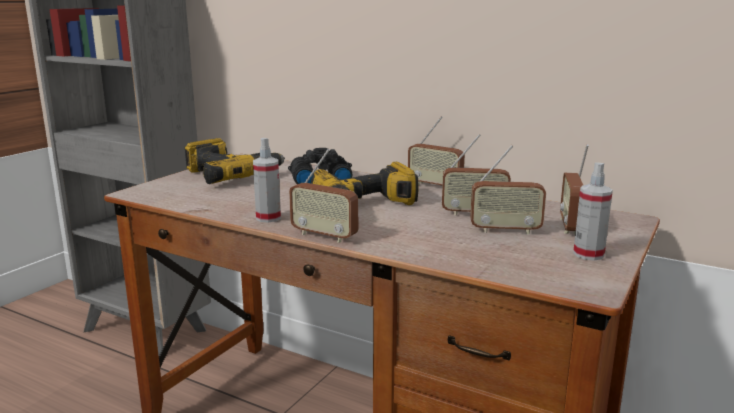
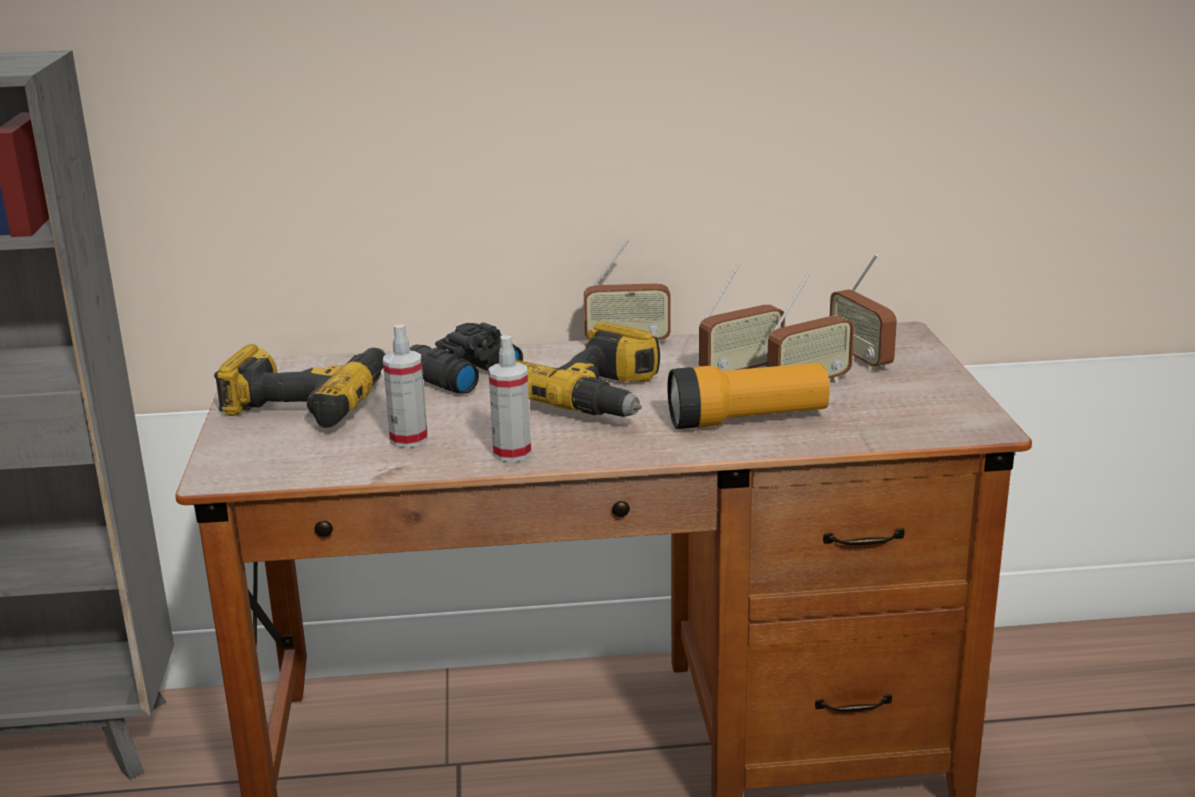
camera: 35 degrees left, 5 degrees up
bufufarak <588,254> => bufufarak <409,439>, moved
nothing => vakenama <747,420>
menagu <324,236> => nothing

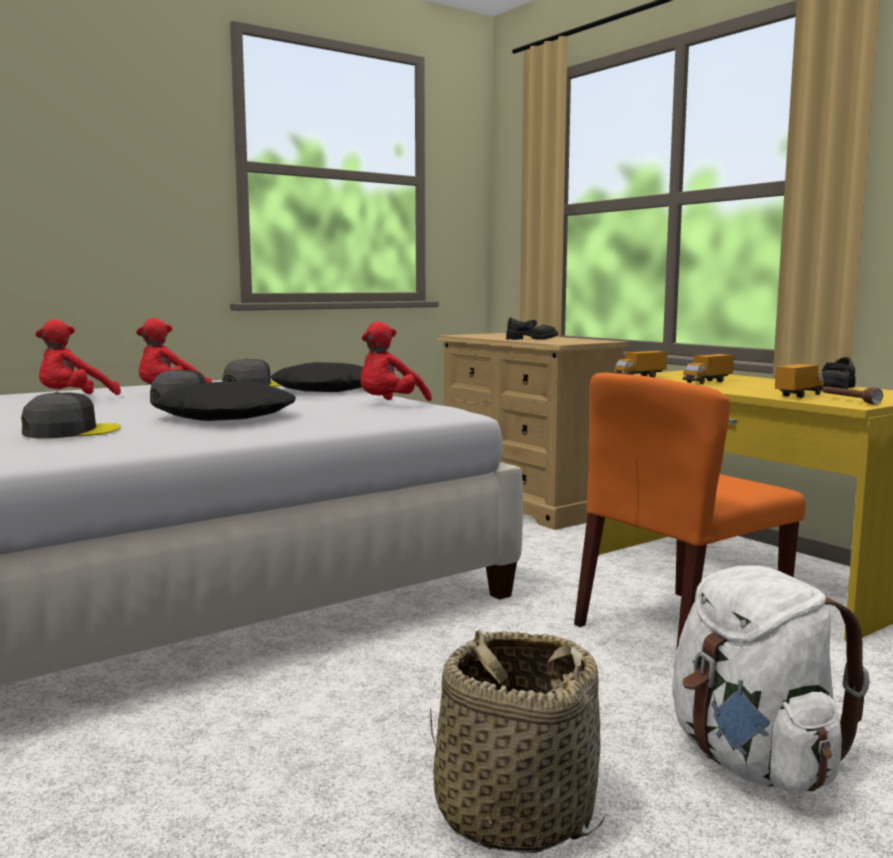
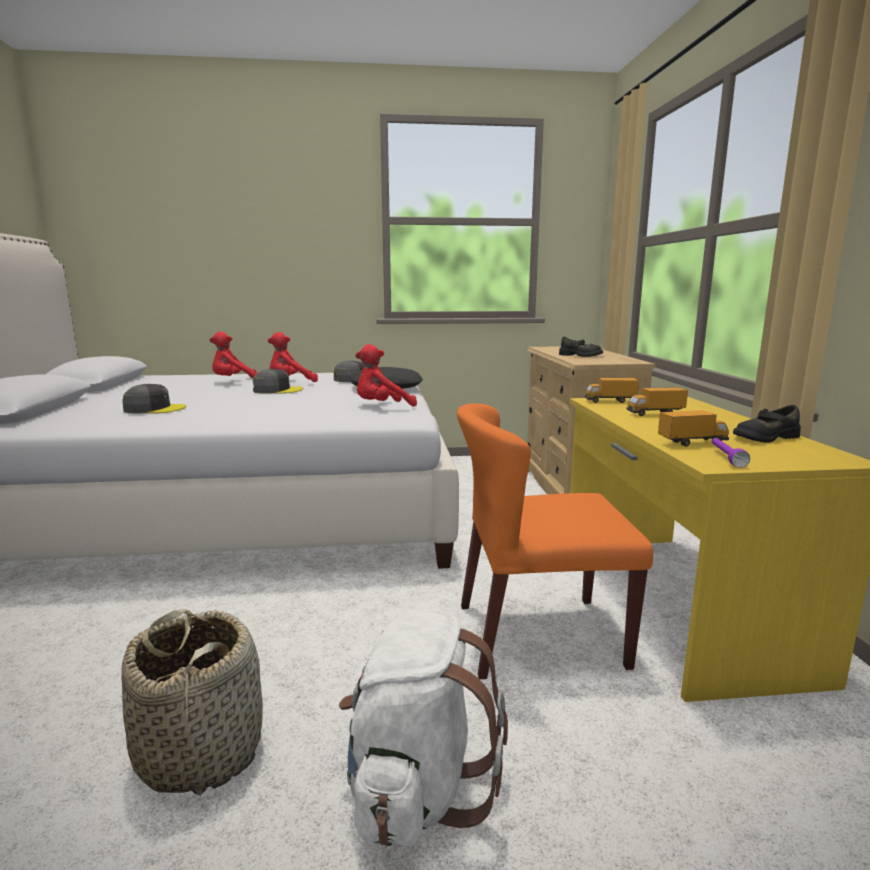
camera: 30 degrees right, 5 degrees up
vakenama (brown) <849,400> => vakenama (purple) <726,457>
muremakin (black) <224,417> => nothing

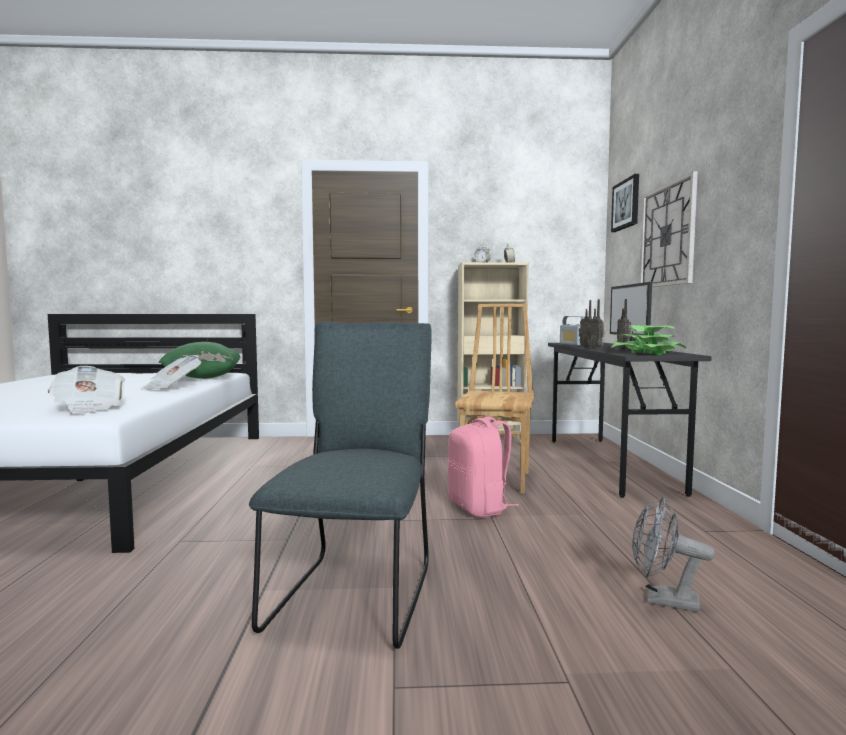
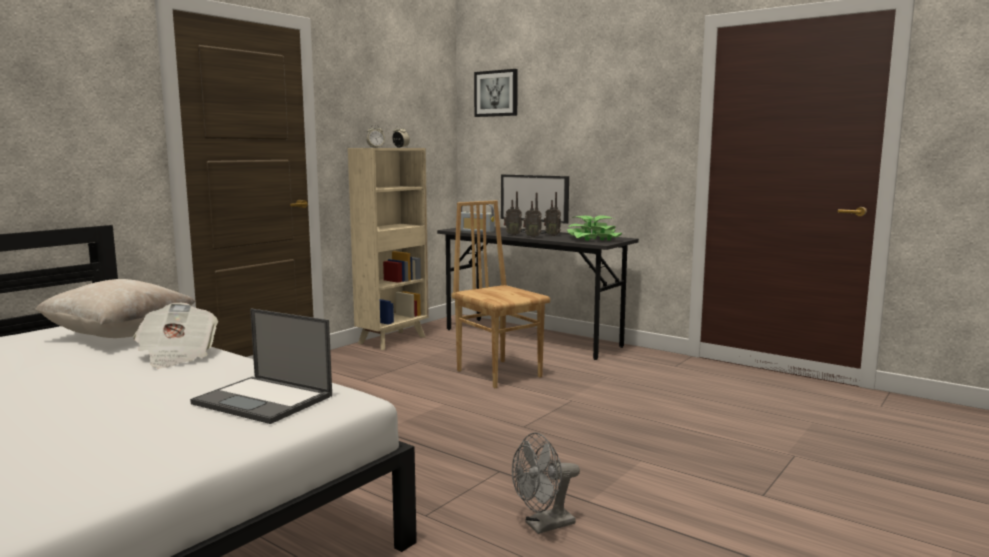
camera: 50 degrees left, 5 degrees up
muremakin (green) <203,378> => muremakin (beige) <120,335>
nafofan <88,408> => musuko <264,400>
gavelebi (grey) <663,600> => gavelebi (grey) <543,526>, moved
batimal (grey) <355,593> => nothing
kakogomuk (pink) <479,508> => nothing
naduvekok <667,235> => nothing

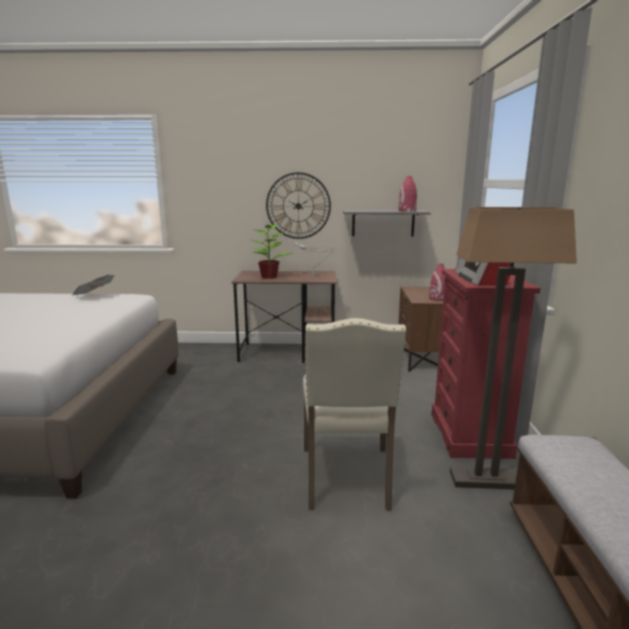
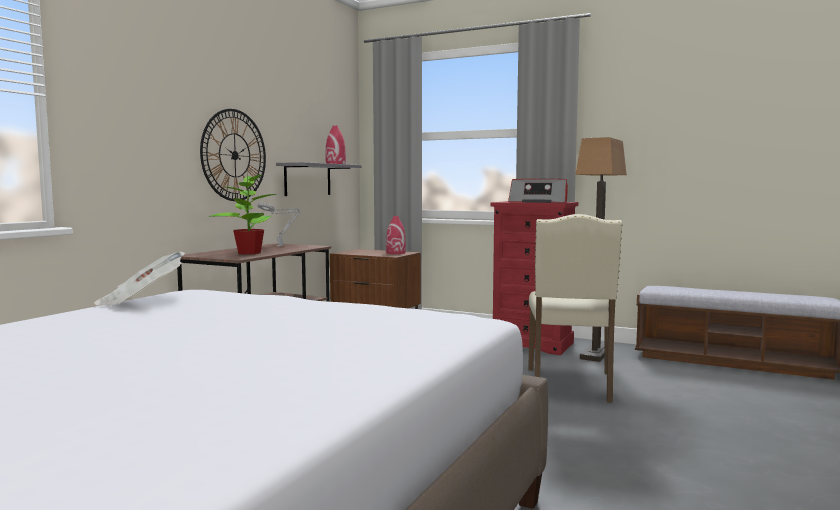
camera: 65 degrees left, 10 degrees down
batimal (beige) <347,478> => batimal (beige) <570,385>, 75 degrees clockwise

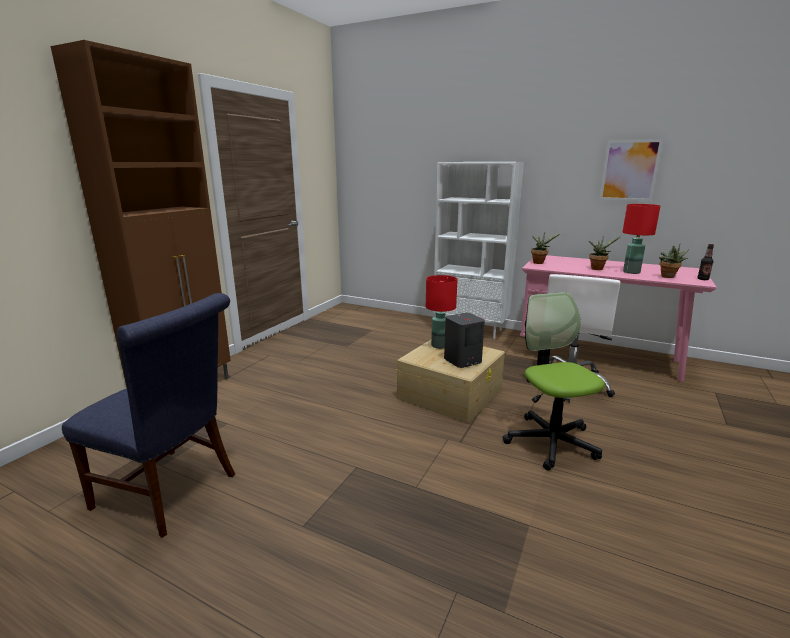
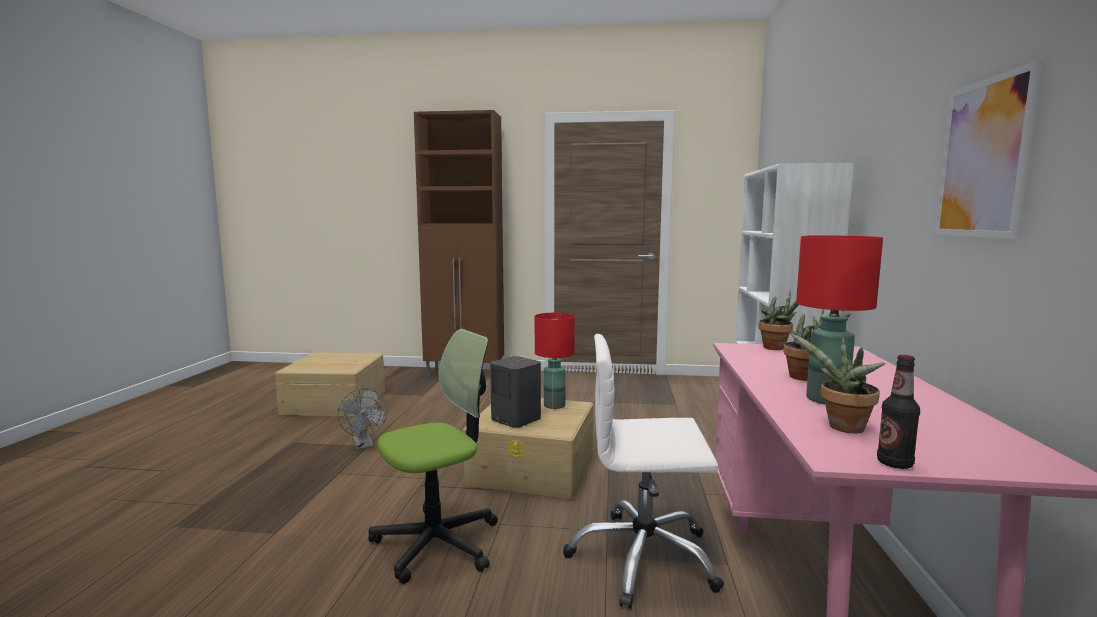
camera: 70 degrees right, 10 degrees down
batimal (blue) <173,492> => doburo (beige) <334,402>
nothing => gavelebi (grey) <364,446>

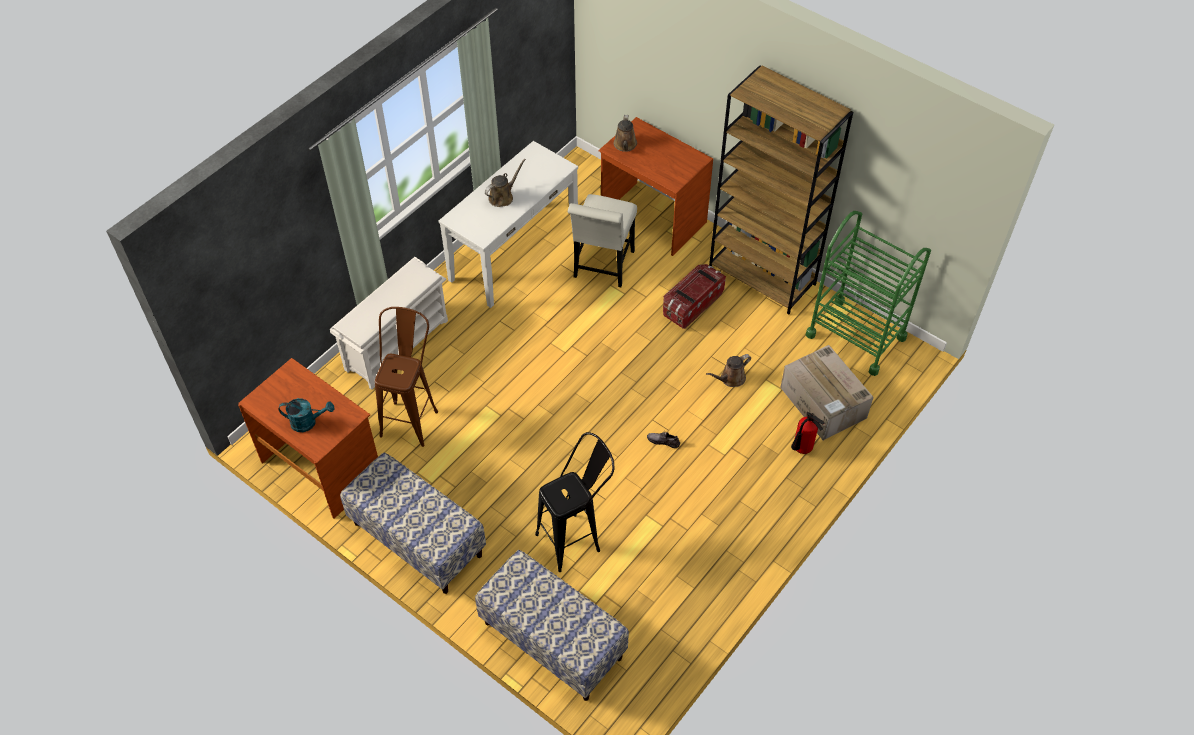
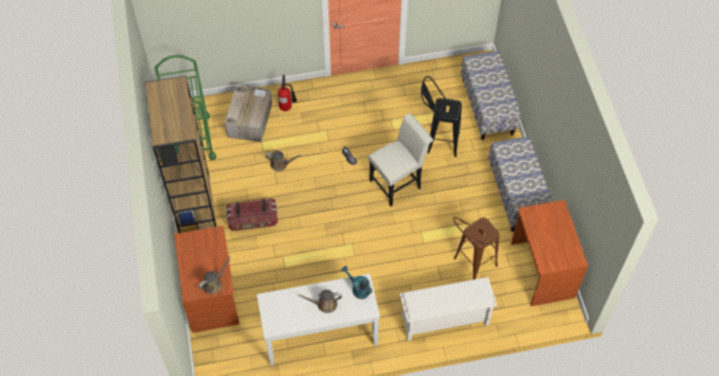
camera: 140 degrees left, 5 degrees up
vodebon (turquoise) <308,422> => vodebon (turquoise) <358,289>, moved
batimal (white) <602,268> => batimal (white) <398,182>, moved

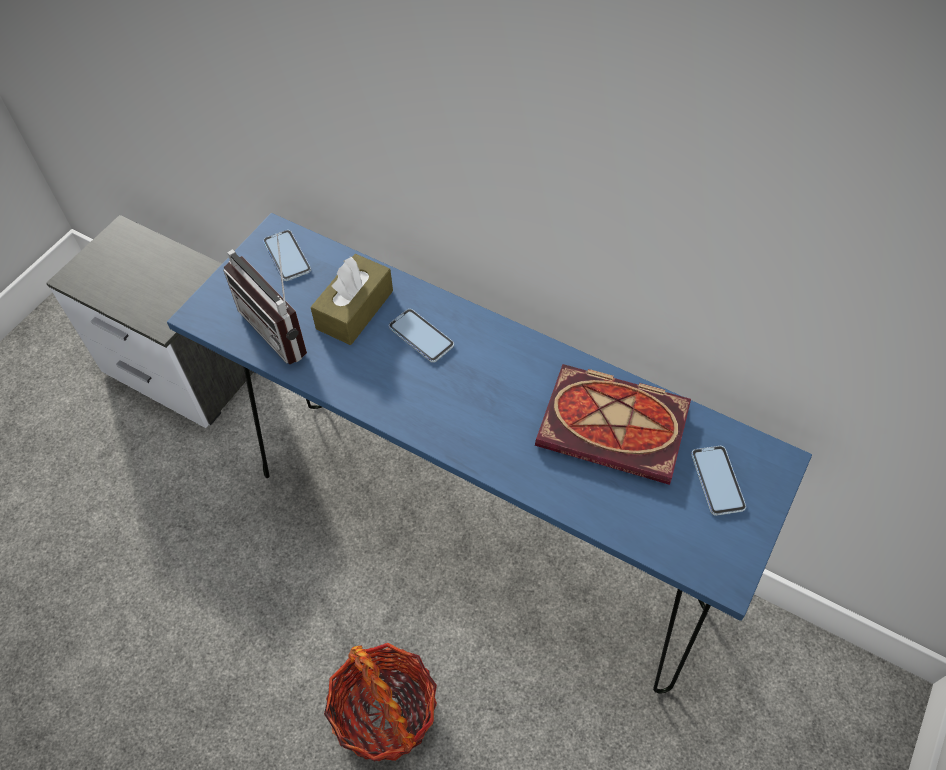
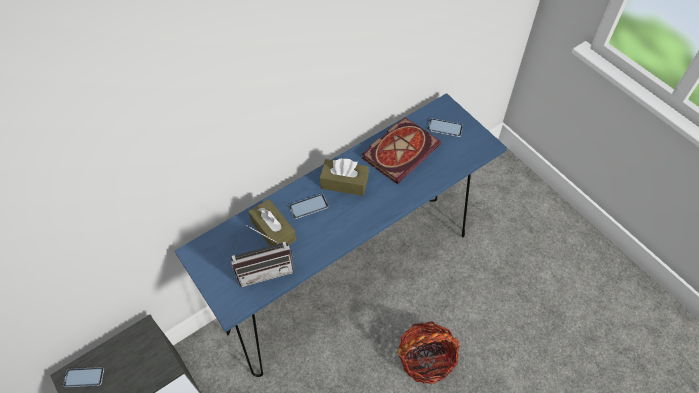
camera: 65 degrees left, 0 degrees up
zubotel <287,256> => zubotel <84,377>, moved
nothing => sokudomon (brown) <344,183>

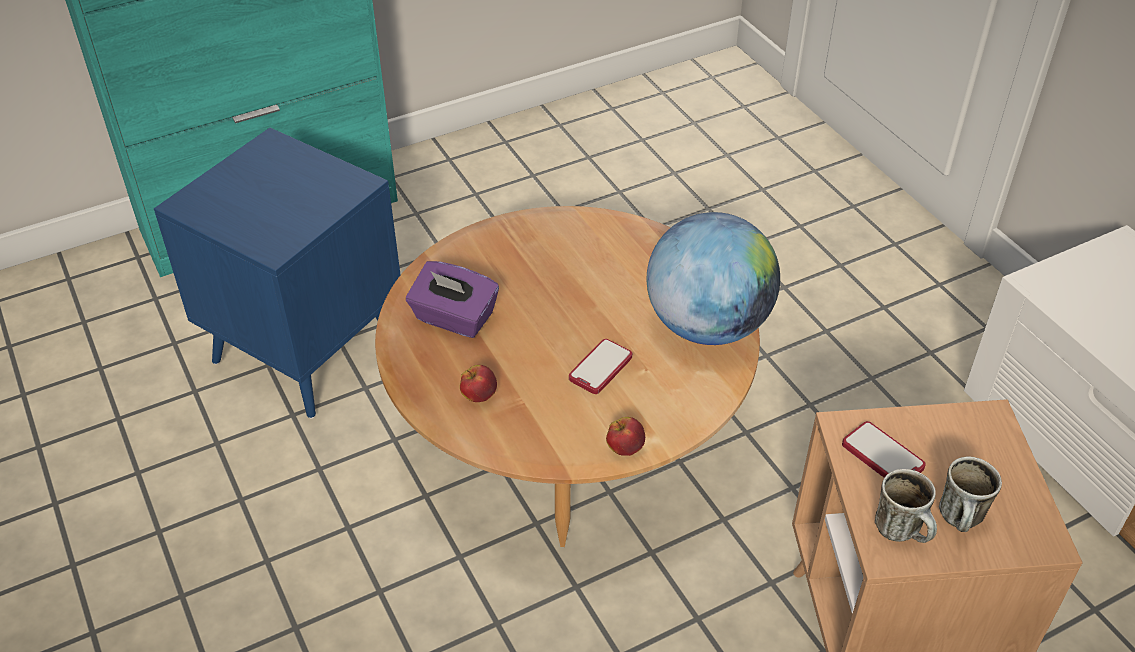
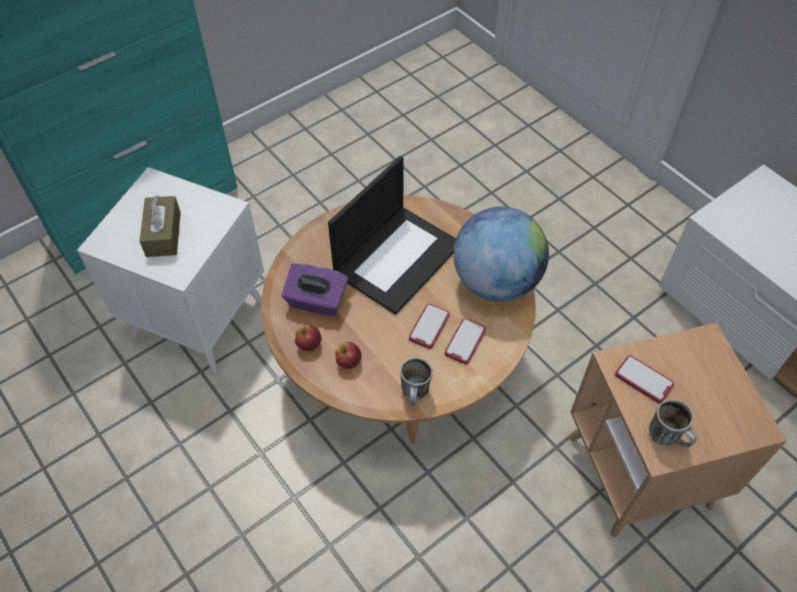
camera: 10 degrees left, 10 degrees up
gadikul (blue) <306,350> => gadikul (white) <198,318>
nothing => sokudomon (brown) <163,234>
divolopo <625,448> => divolopo <309,344>, moved
nothing => musuko <397,257>
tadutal <961,522> => tadutal <416,394>, moved
nothing => zubotel <465,342>

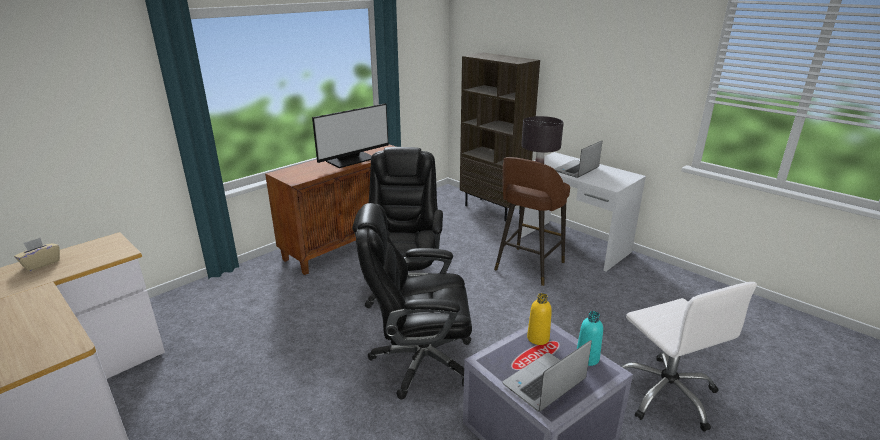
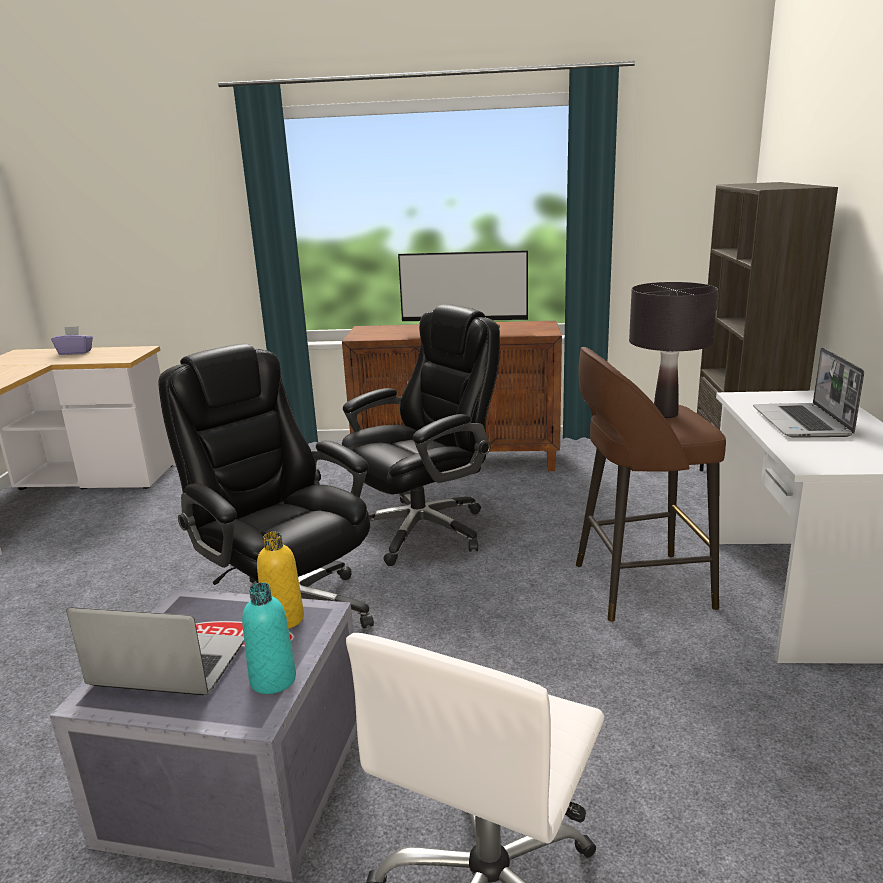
camera: 50 degrees right, 5 degrees down
sokudomon (beige) <41,264> => sokudomon (purple) <75,352>
musuko <576,170> => musuko <802,423>, 90 degrees counterclockwise

